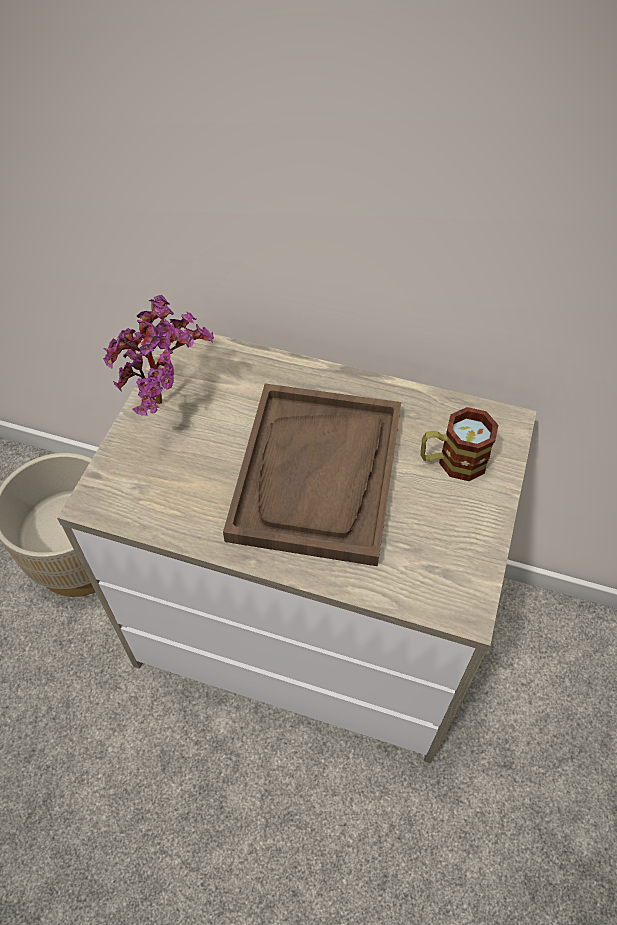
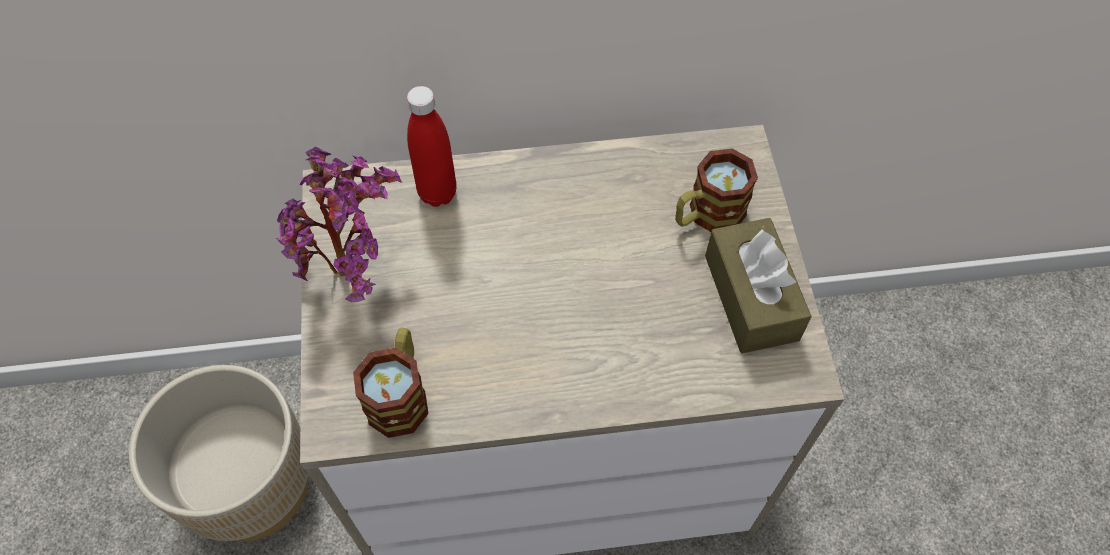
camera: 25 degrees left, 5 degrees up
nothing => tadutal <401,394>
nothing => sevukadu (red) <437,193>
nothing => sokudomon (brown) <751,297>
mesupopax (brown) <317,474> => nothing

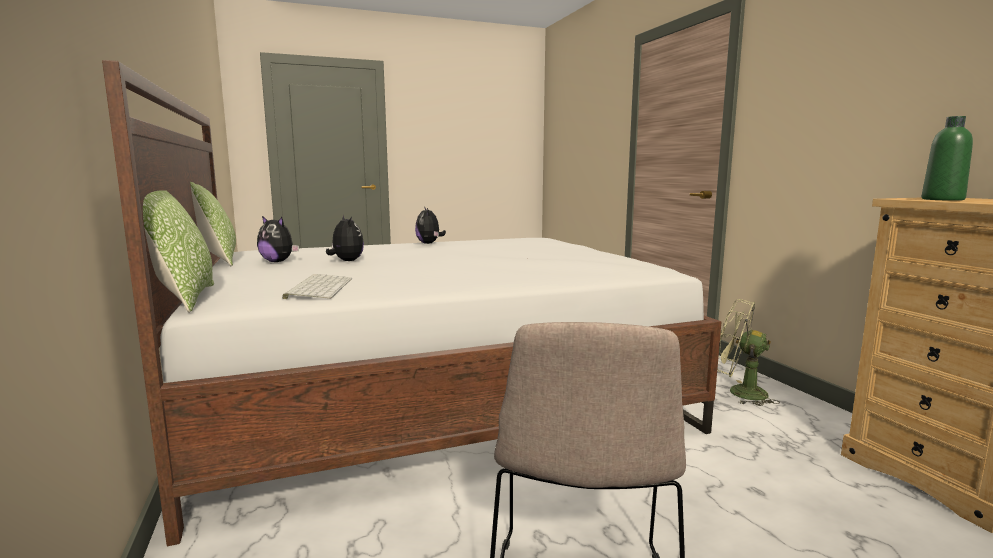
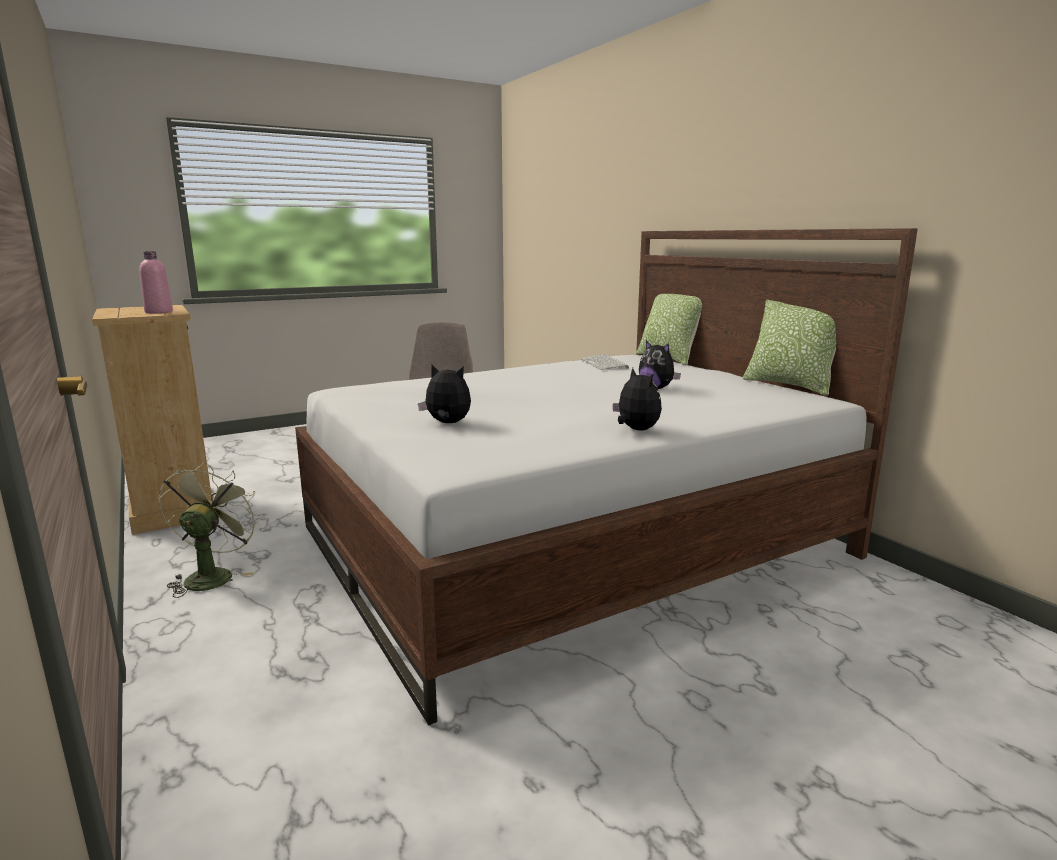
camera: 170 degrees right, 5 degrees up
sevukadu (green) <942,199> => sevukadu (pink) <159,312>
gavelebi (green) <739,392> => gavelebi (green) <212,575>, 105 degrees counterclockwise
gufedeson <278,262> => gufedeson <447,423>, moved

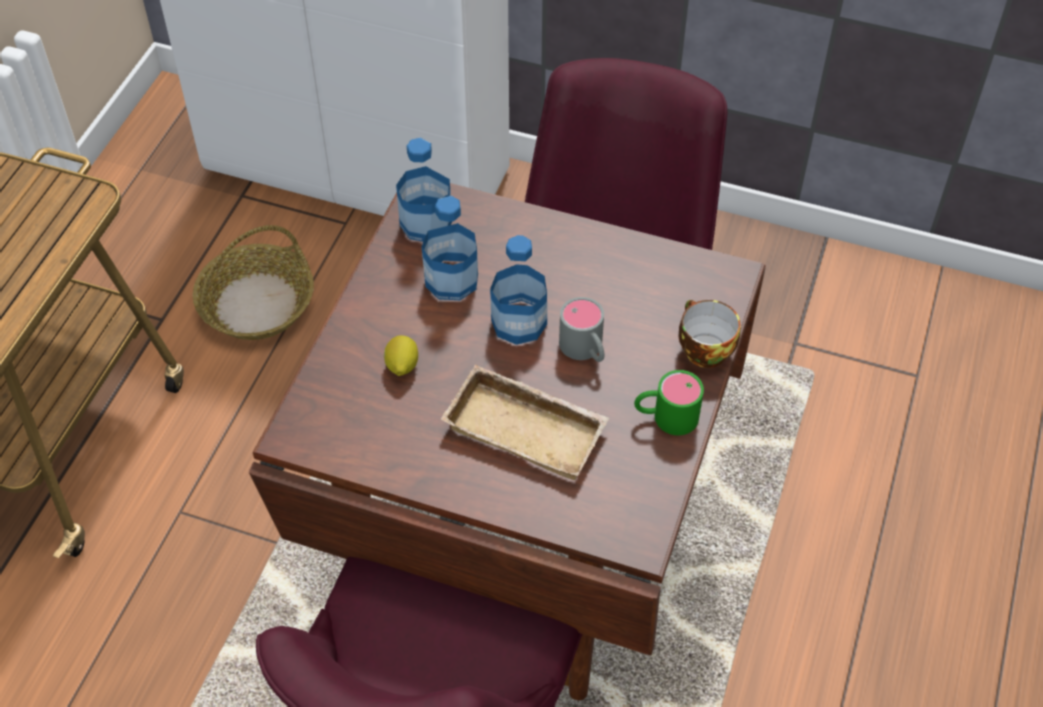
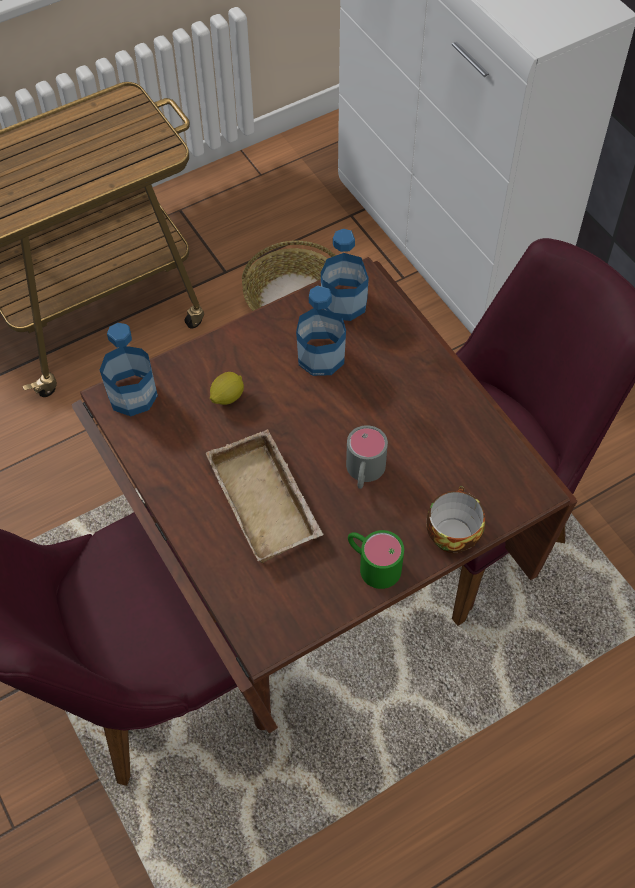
camera: 40 degrees right, 5 degrees up
sevukadu <519,322> => sevukadu <132,395>, moved

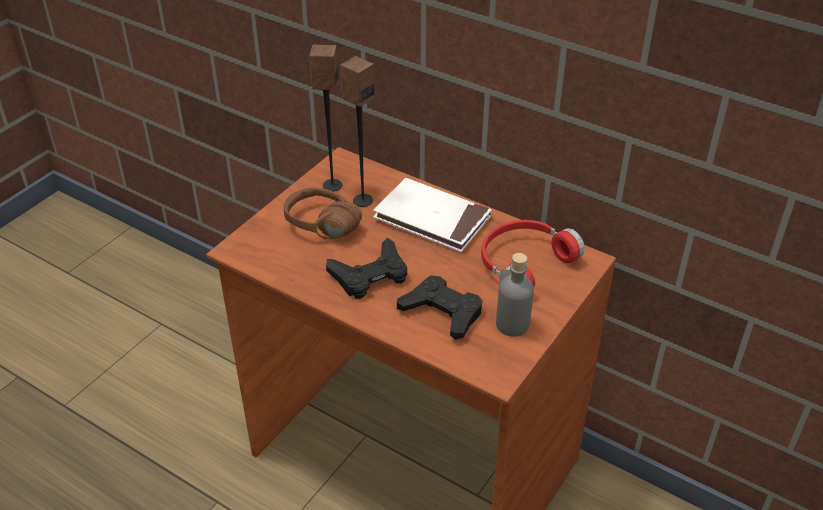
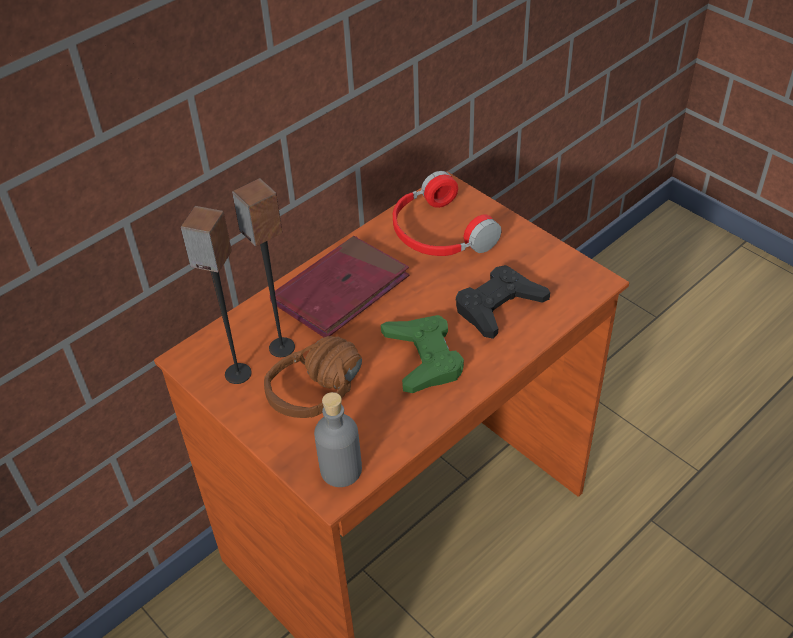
camera: 75 degrees left, 5 degrees up
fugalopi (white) <432,219> => fugalopi (red) <341,291>
sevukadu (grey) <512,324> => sevukadu (grey) <341,470>, moved
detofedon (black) <370,275> => detofedon (green) <423,358>

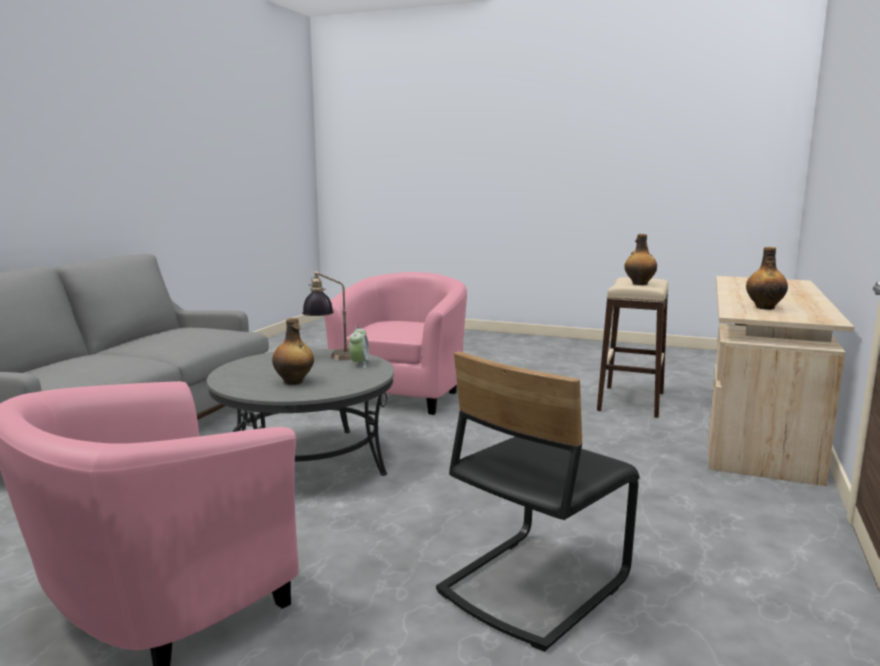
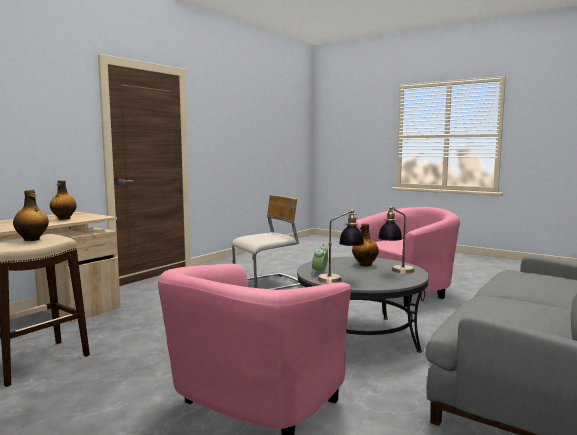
camera: 165 degrees left, 5 degrees down
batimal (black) <532,585> => batimal (beige) <269,284>
nothing => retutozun <395,272>

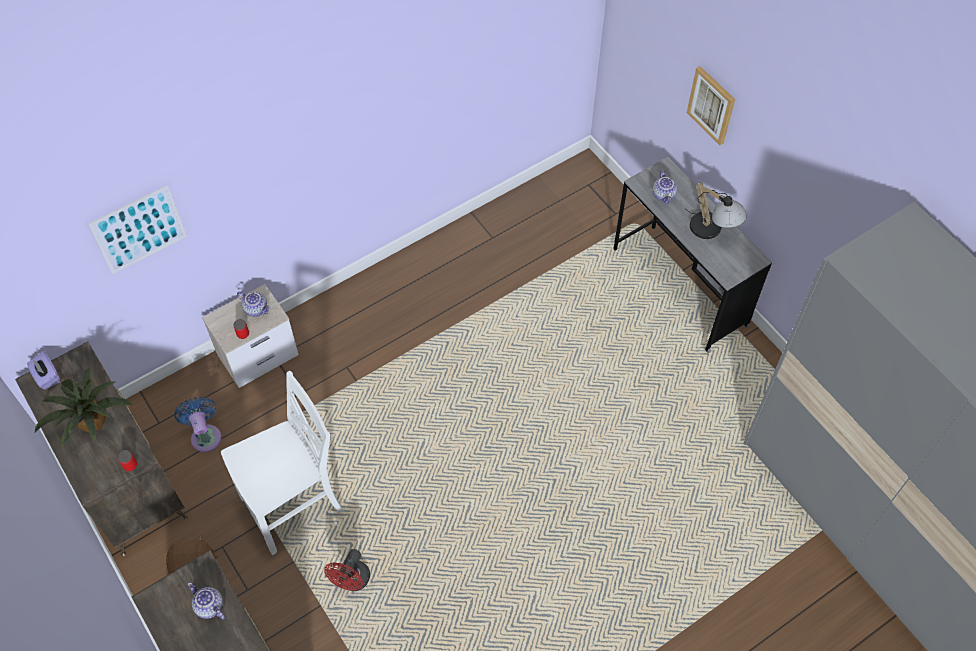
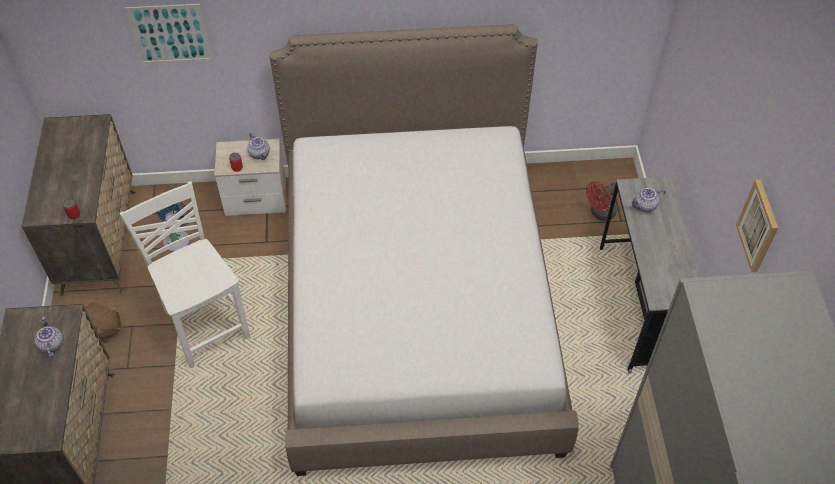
camera: 30 degrees right, 5 degrees down
batimal (white) <295,506> => batimal (white) <205,324>, 120 degrees counterclockwise
nothing => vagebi <417,307>
gavelebi (red) <352,581> => gavelebi (red) <600,213>, moved
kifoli <664,195> => kifoli <645,206>, 45 degrees clockwise
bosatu <712,105> => bosatu <758,226>, moved
sokudomon (purple) <47,376> => nothing
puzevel <90,423> => nothing
retutozun <712,232> => nothing

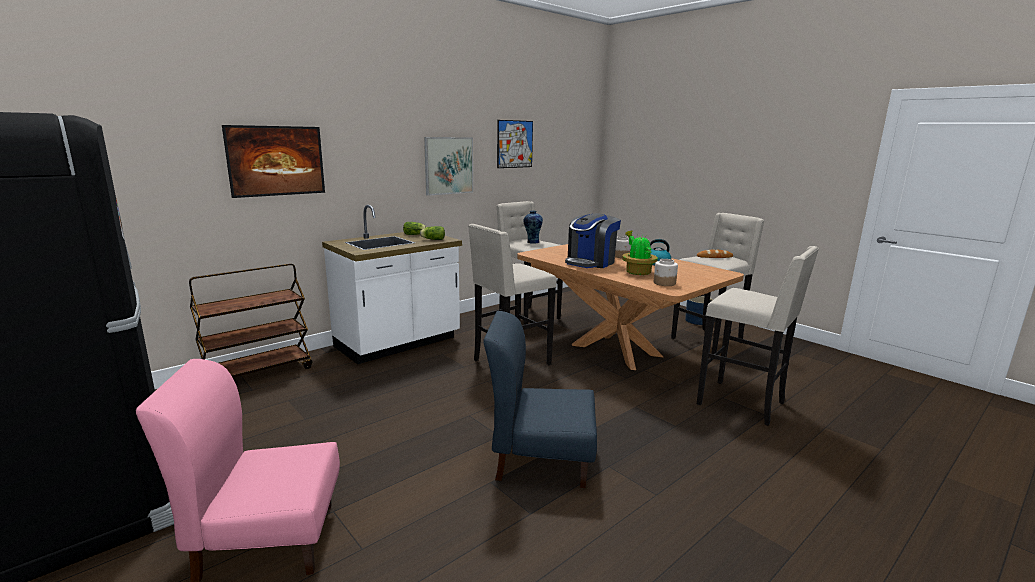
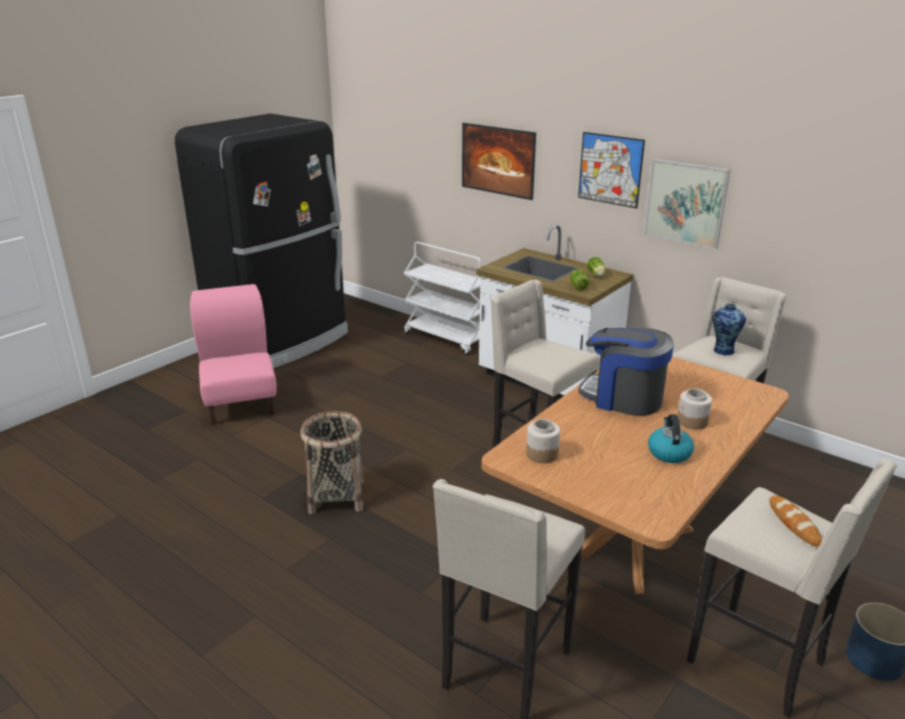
camera: 80 degrees right, 10 degrees up
batimal (blue) <540,459> => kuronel <337,496>
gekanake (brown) <258,373> => gekanake (white) <447,338>
bosatu <515,144> => bosatu <610,169>, moved
puzevel <637,272> => nothing

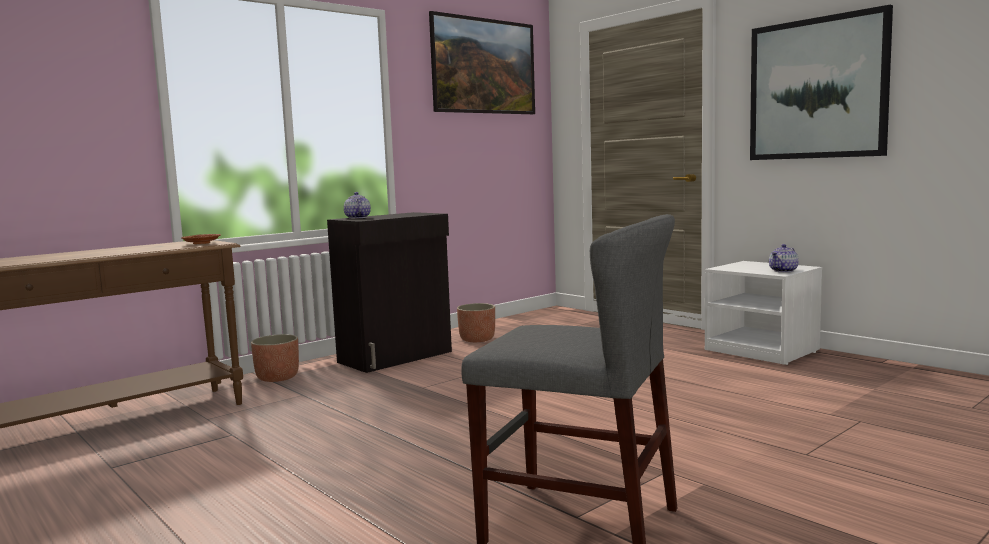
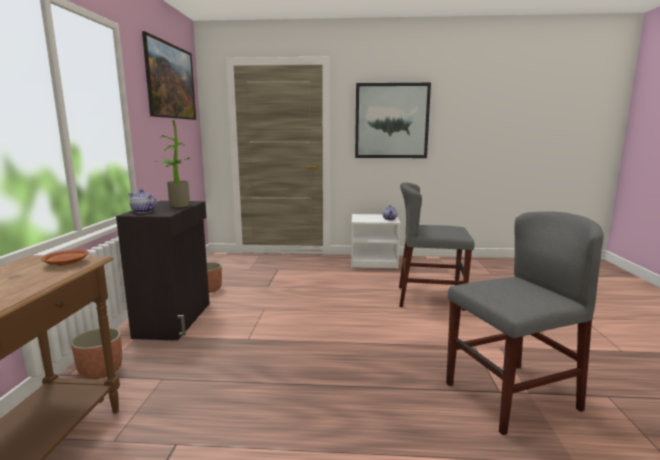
camera: 45 degrees left, 5 degrees up
nothing => puzevel <176,205>
nothing => batimal (grey) <430,298>

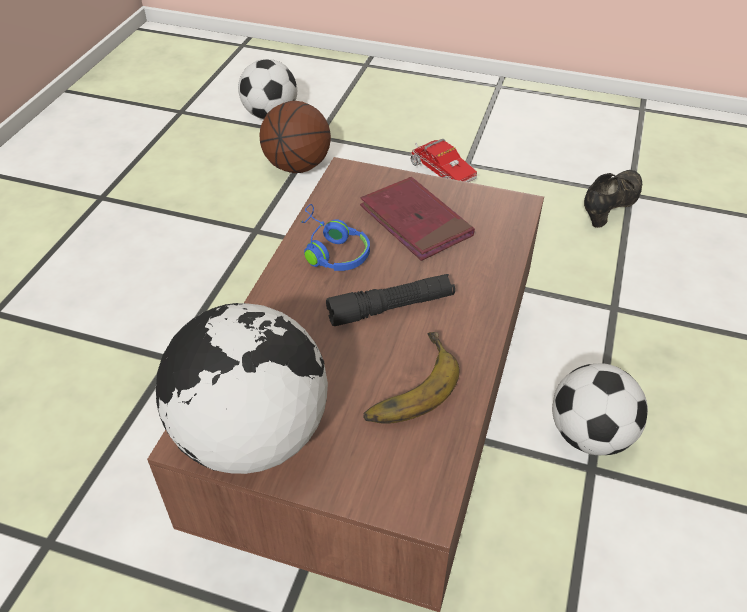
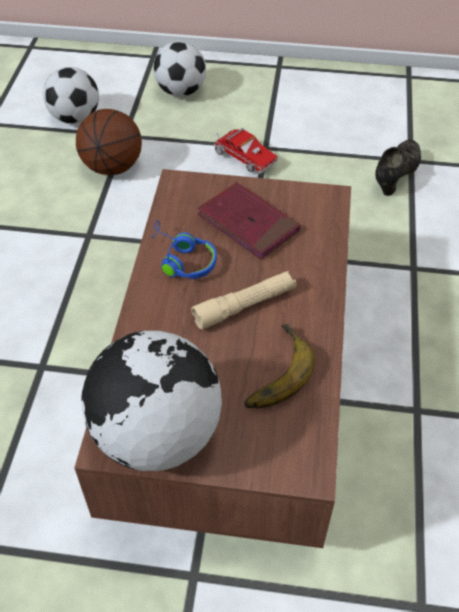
camera: 10 degrees left, 5 degrees up
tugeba <590,435> => tugeba <181,91>, moved
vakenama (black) <391,308> => vakenama (beige) <245,306>

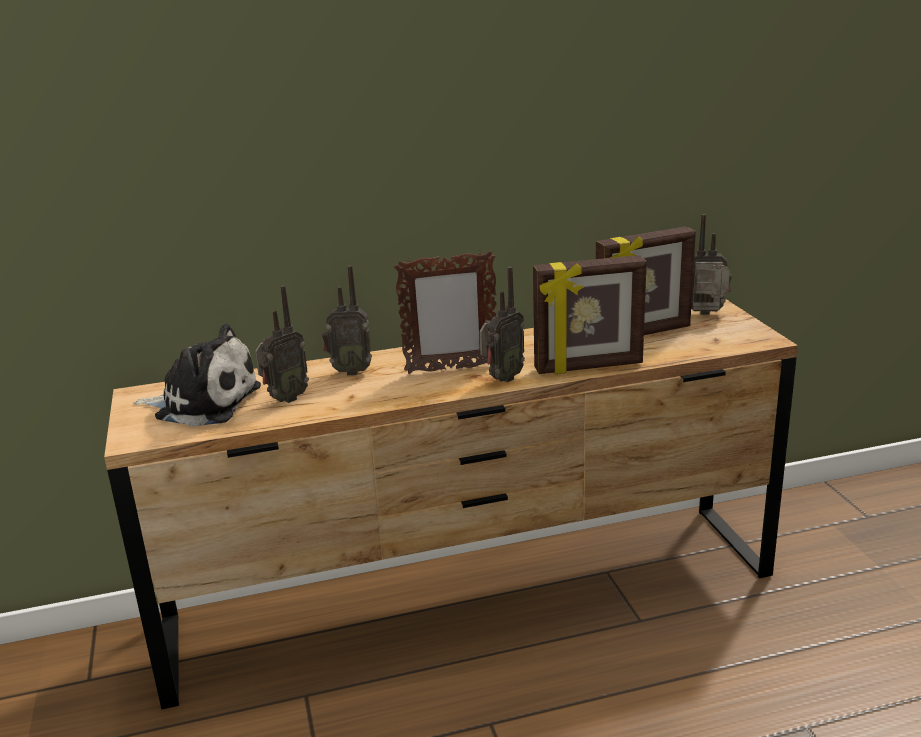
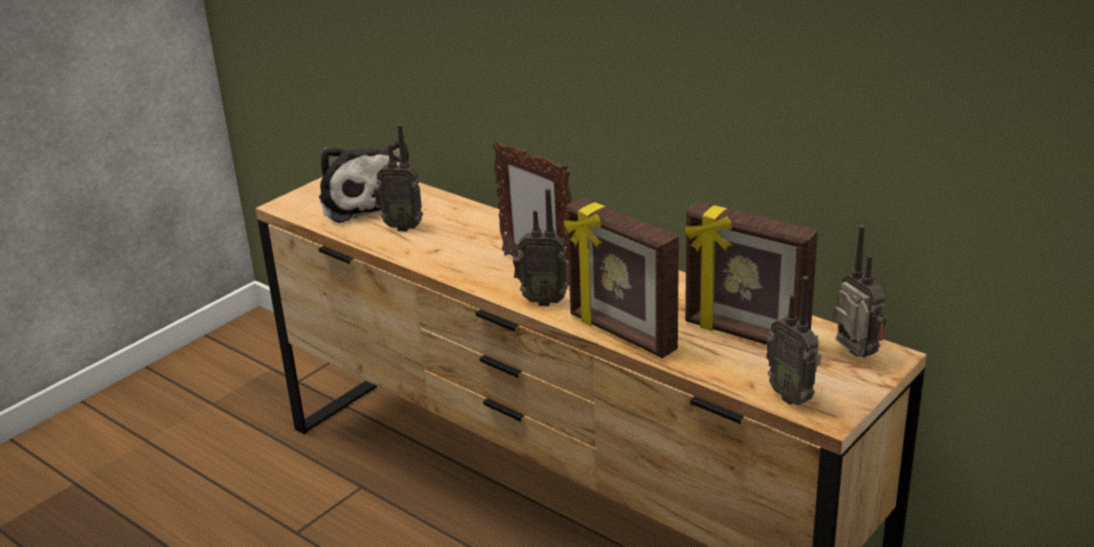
camera: 55 degrees right, 5 degrees up
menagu <350,371> => menagu <792,396>, moved

